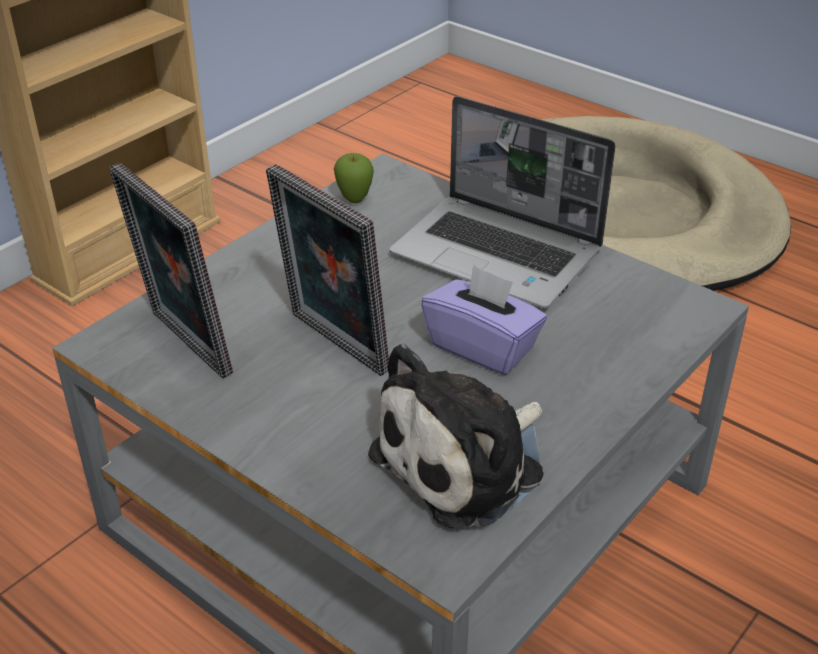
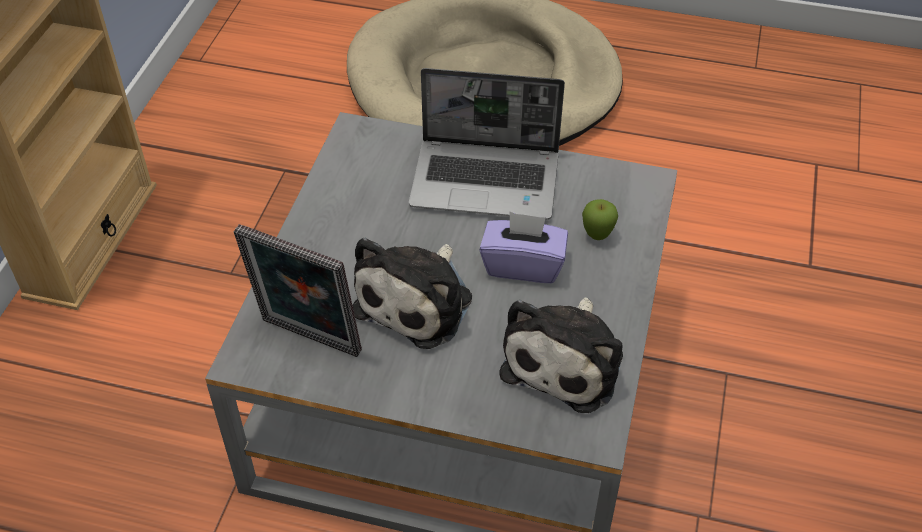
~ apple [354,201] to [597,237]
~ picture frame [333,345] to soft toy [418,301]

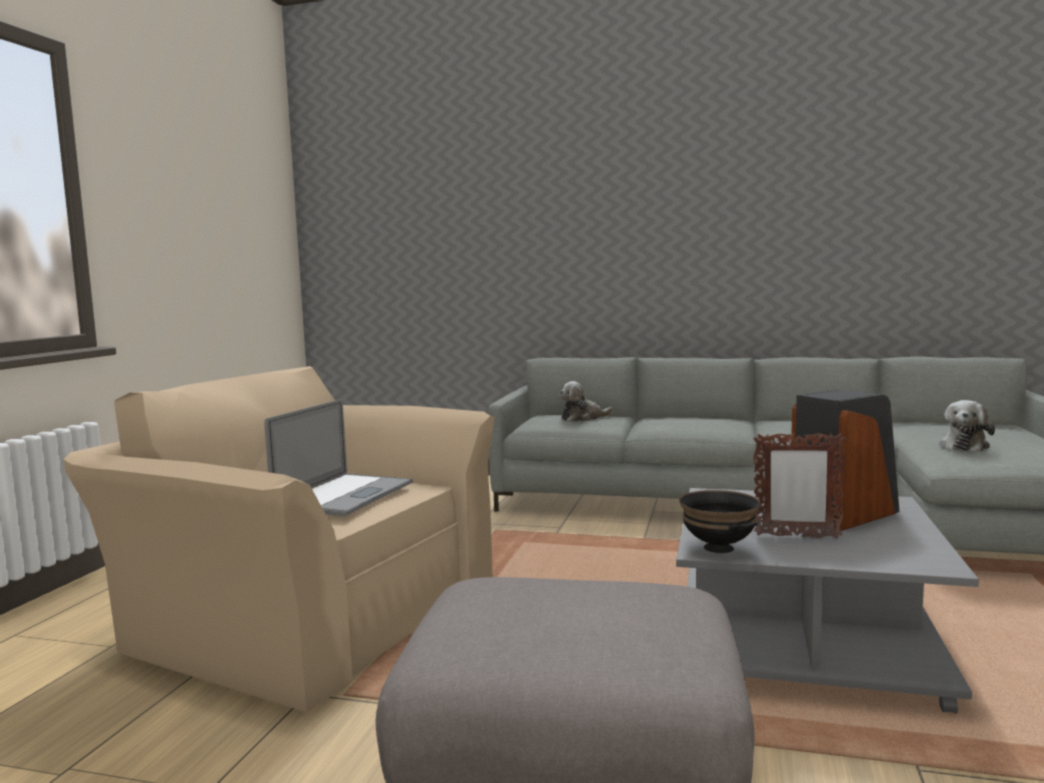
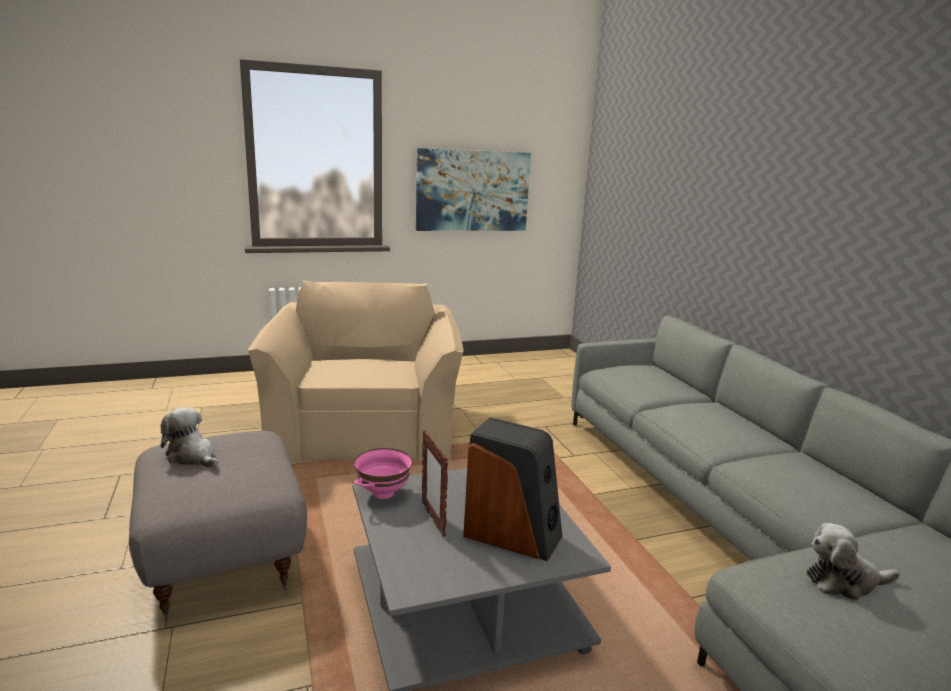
- laptop [345,495]
+ wall art [473,191]
~ soft toy [583,418] to [192,456]
~ black deep dish [717,548] to pinkish deep dish [383,493]

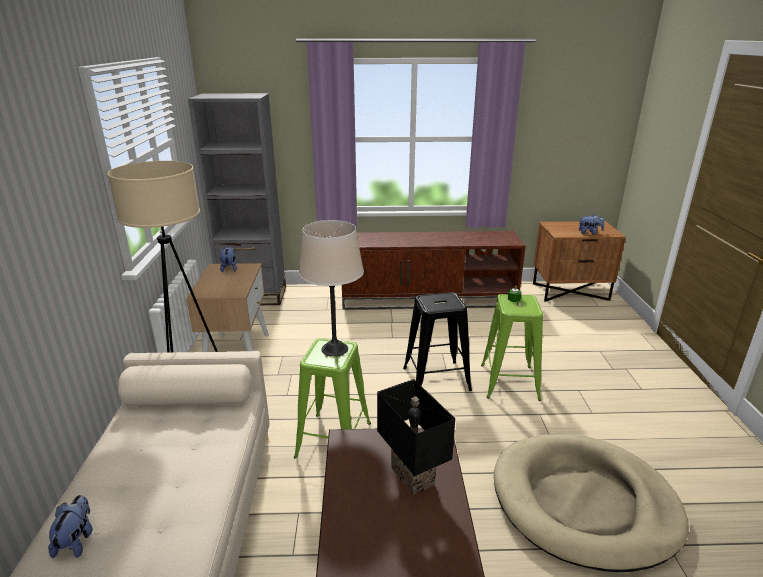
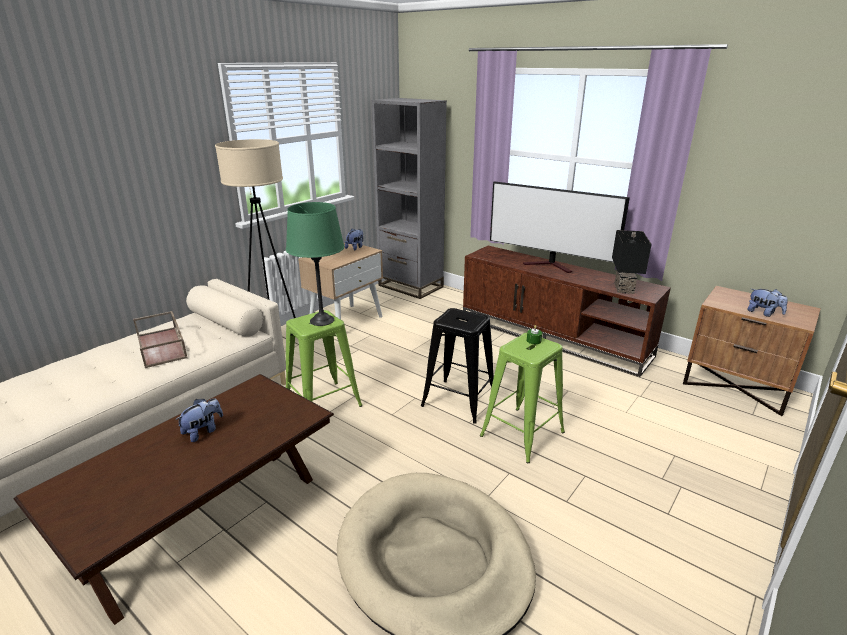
+ brown carrying tray [162,347]
+ TV [551,266]
~ soft toy [77,540] to [203,431]
~ black table lamp [414,475] to [625,288]
~ sand-coloured table lamp [334,349] to green table lamp [322,320]

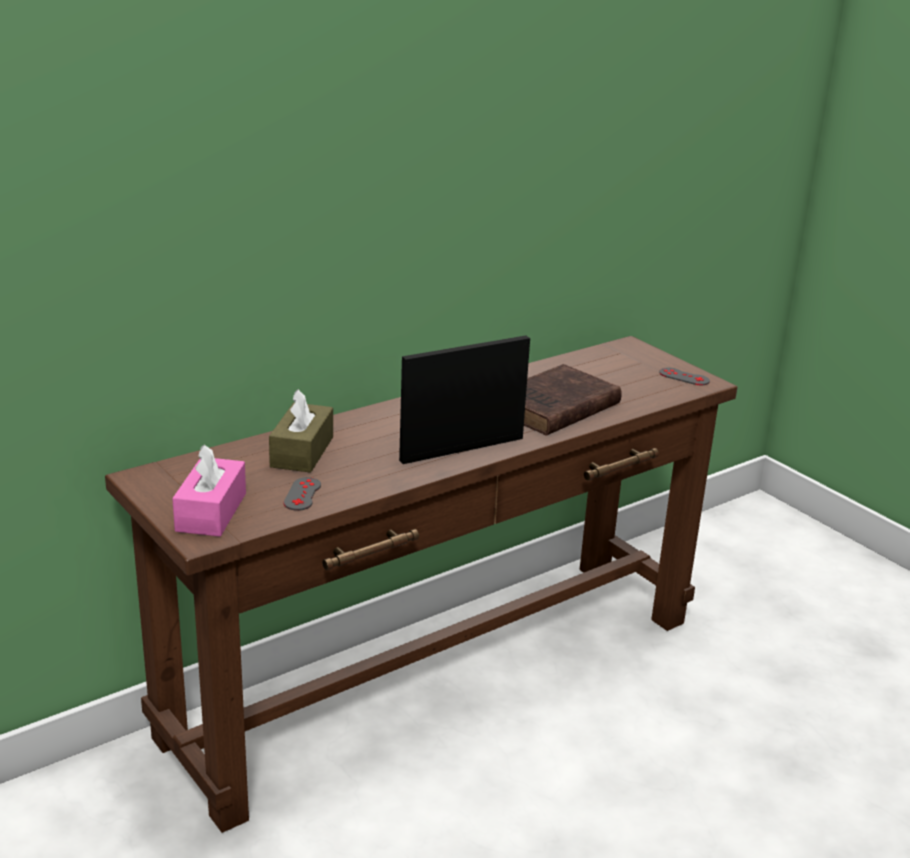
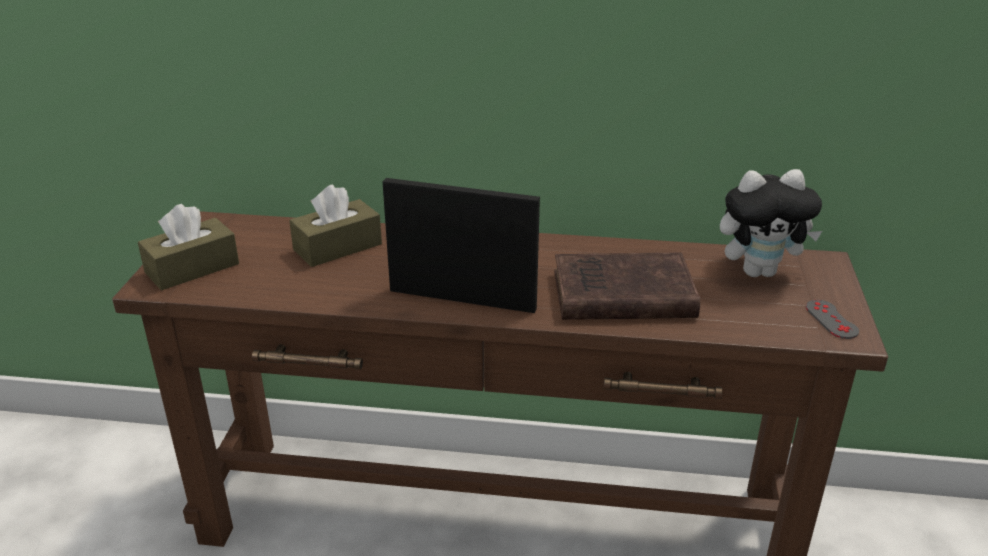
- gray gamepad [302,494]
+ soft toy [759,271]
~ pinkish box of tissues [211,512] to brown box of tissues [192,268]

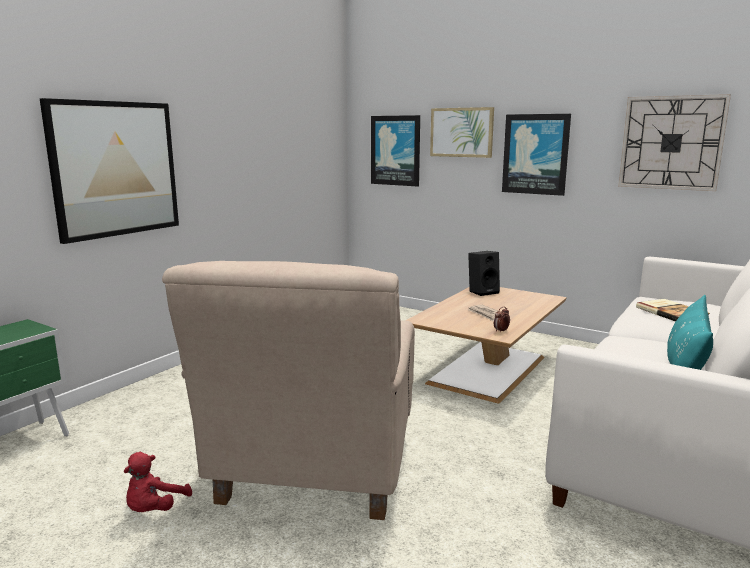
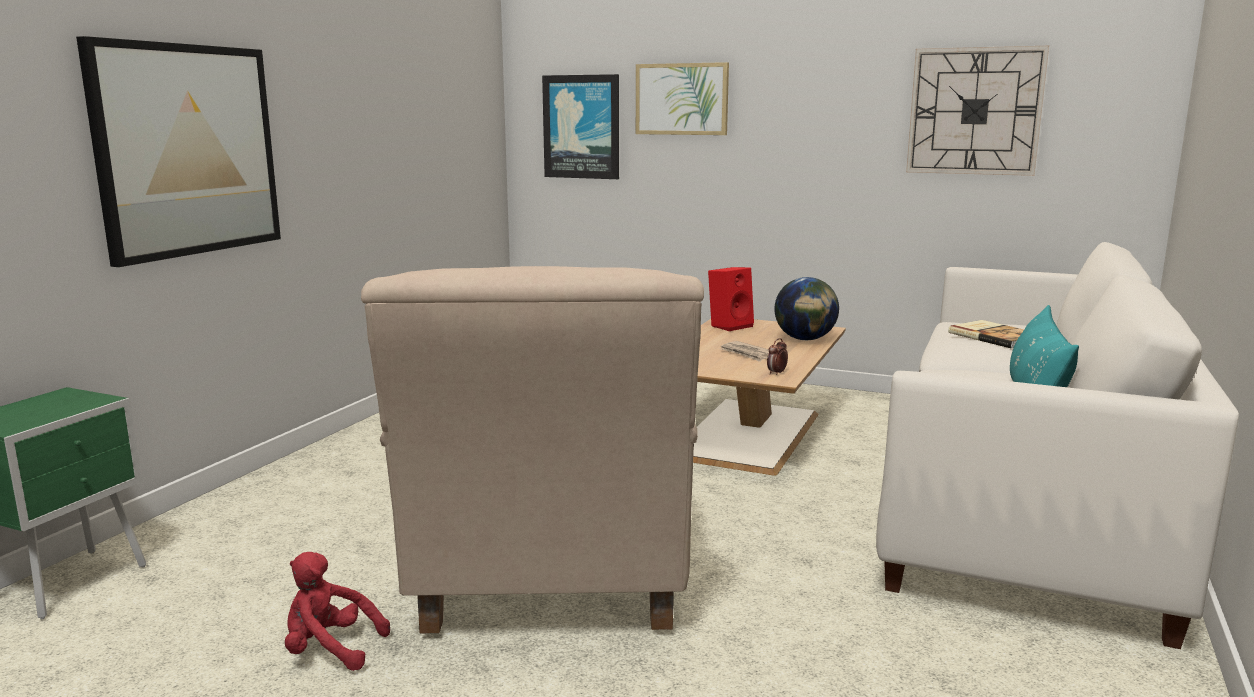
- wall art [535,154]
+ globe [805,339]
~ black speaker [483,292] to red speaker [730,326]
~ red soft toy [155,509] = [330,650] 90 degrees clockwise

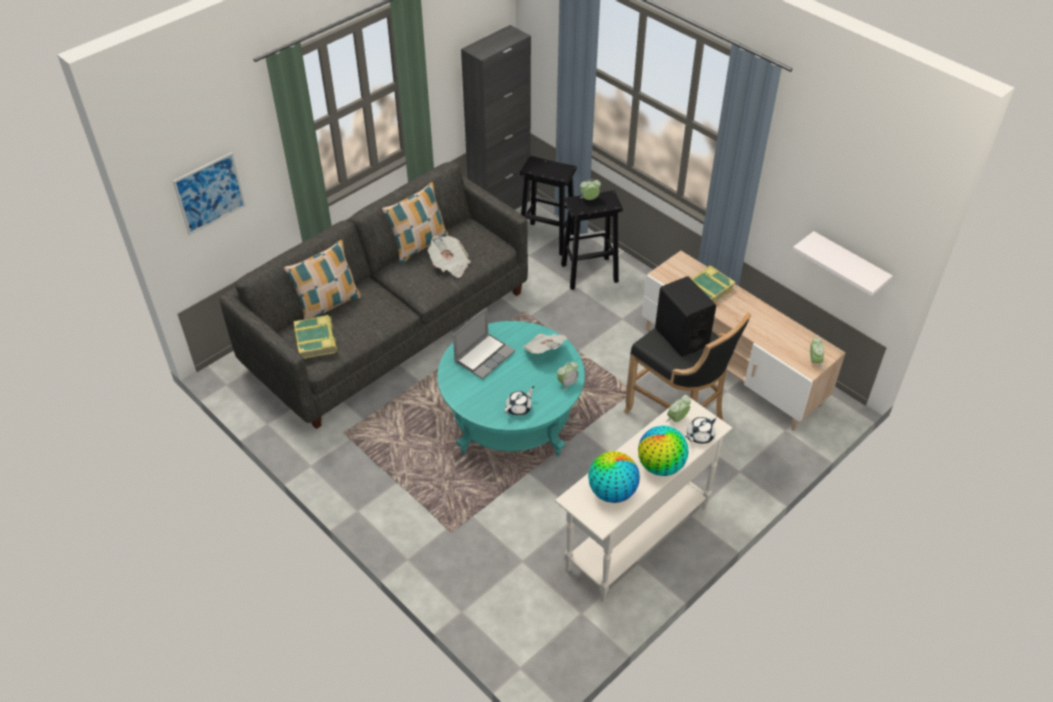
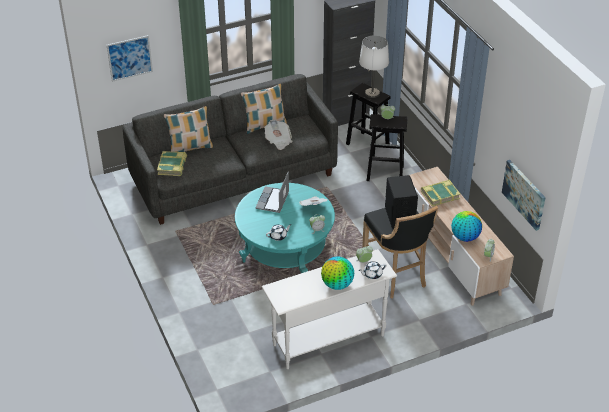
+ white-coloured table lamp [372,93]
~ globe [612,492] to [465,237]
~ white-coloured bracket shelf [848,265] to wall art [524,194]
~ laptop [484,356] = [273,201] 135 degrees clockwise

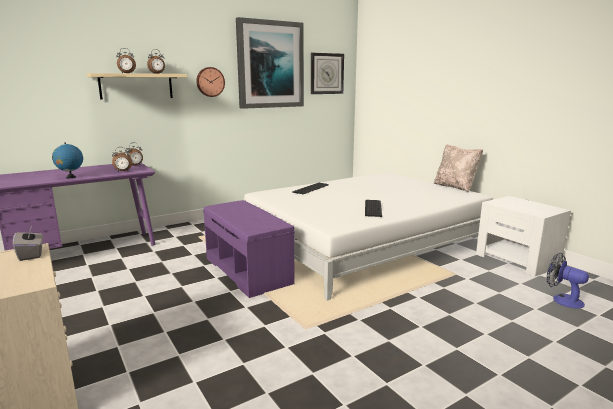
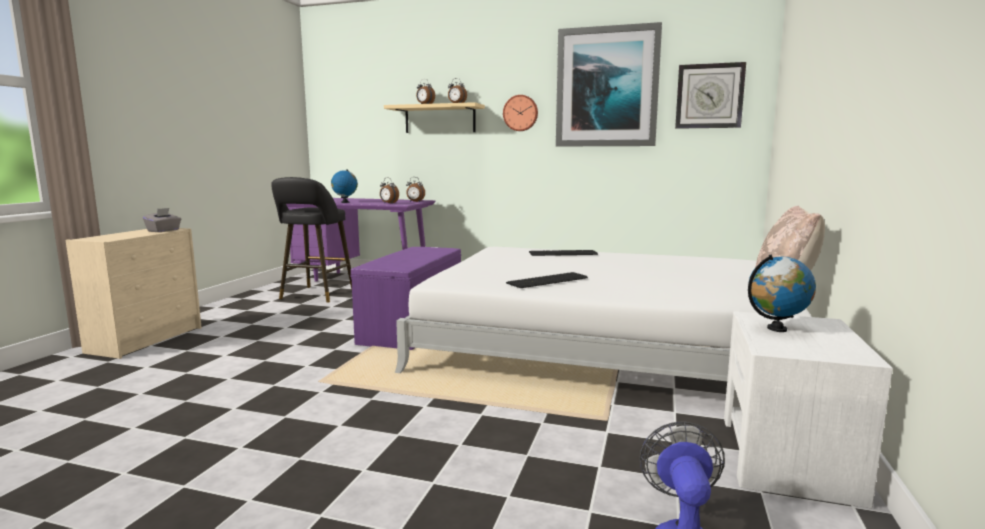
+ black stool [315,295]
+ globe [777,329]

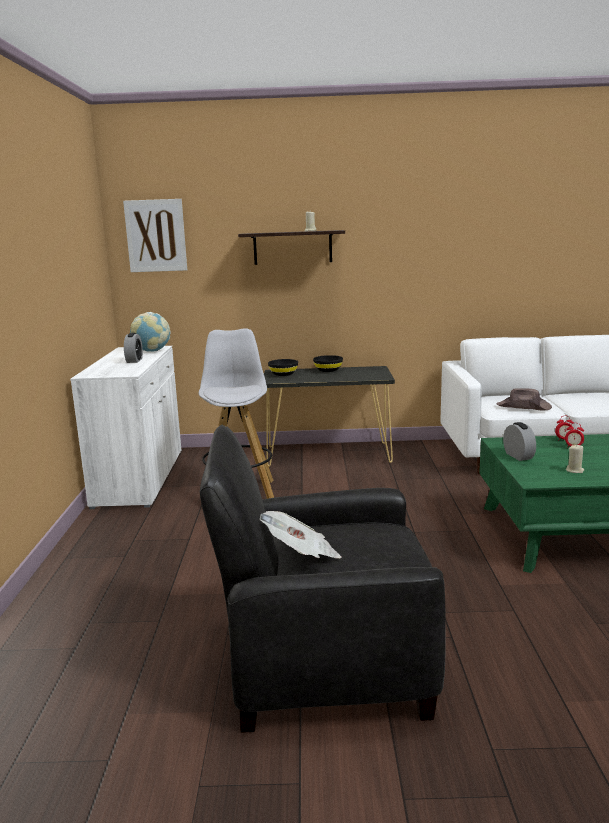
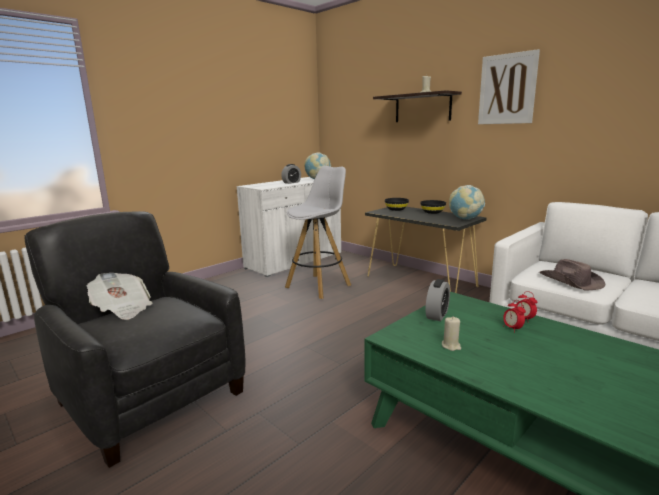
+ globe [465,219]
~ wall art [156,236] to [507,89]

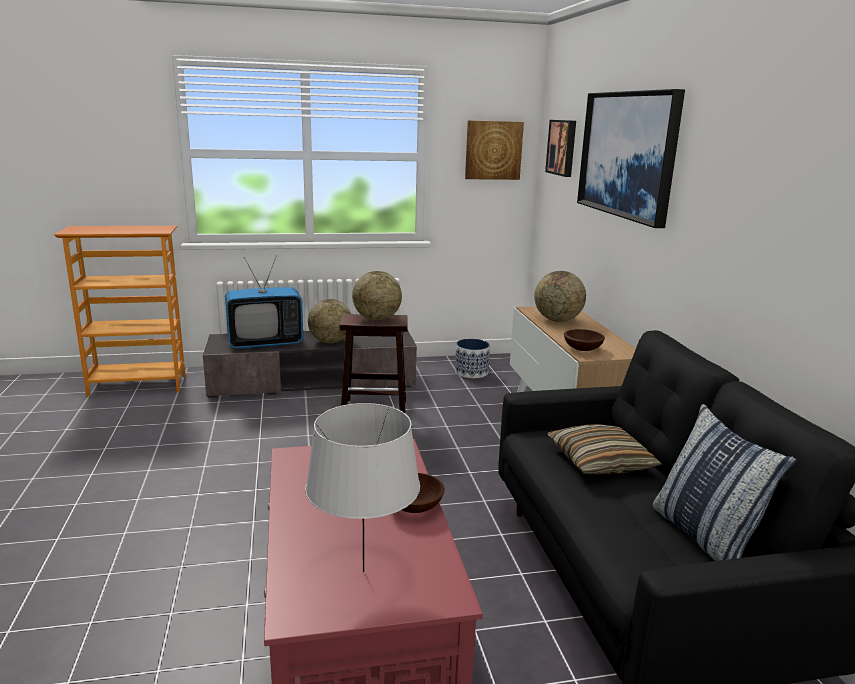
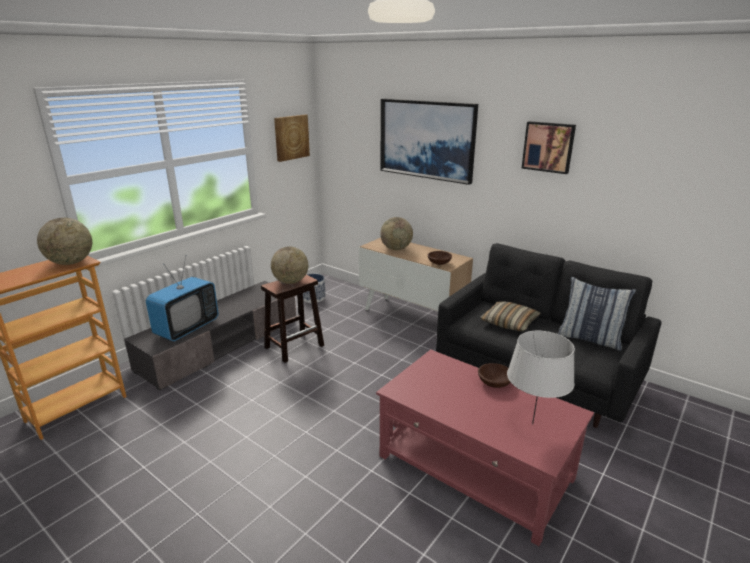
~ globe [330,342] to [71,263]
~ wall art [563,147] to [548,147]

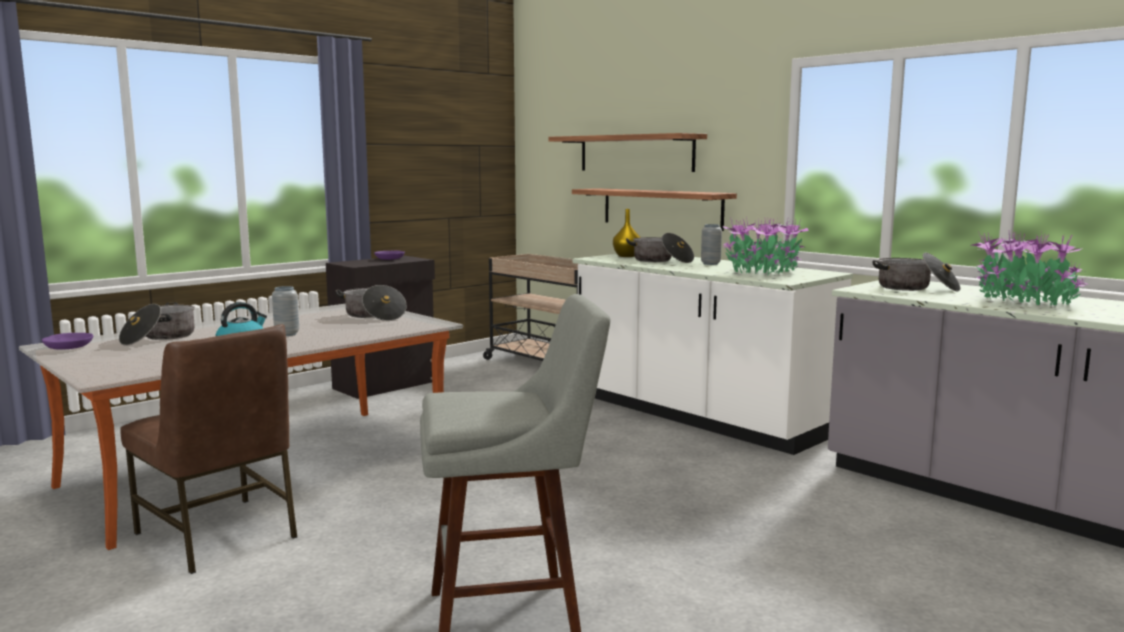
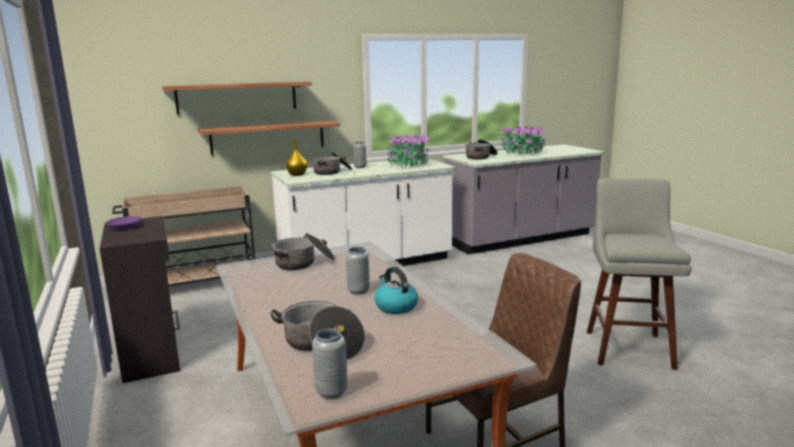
~ purple-coloured deep dish [68,347] to gray vase [331,392]

